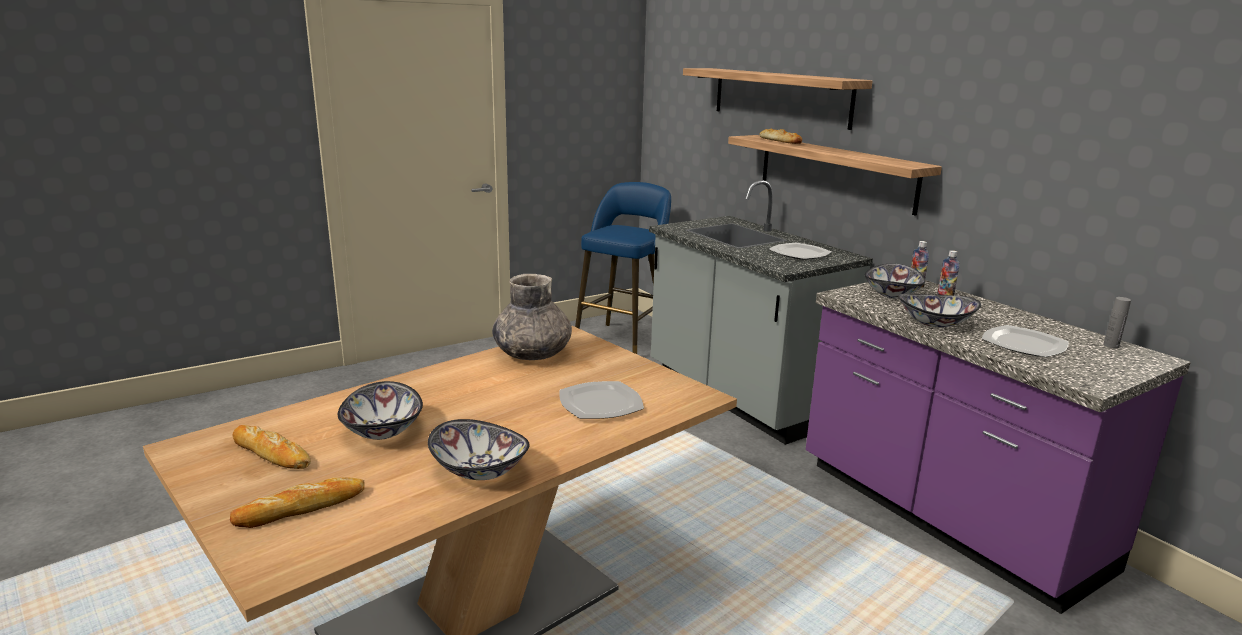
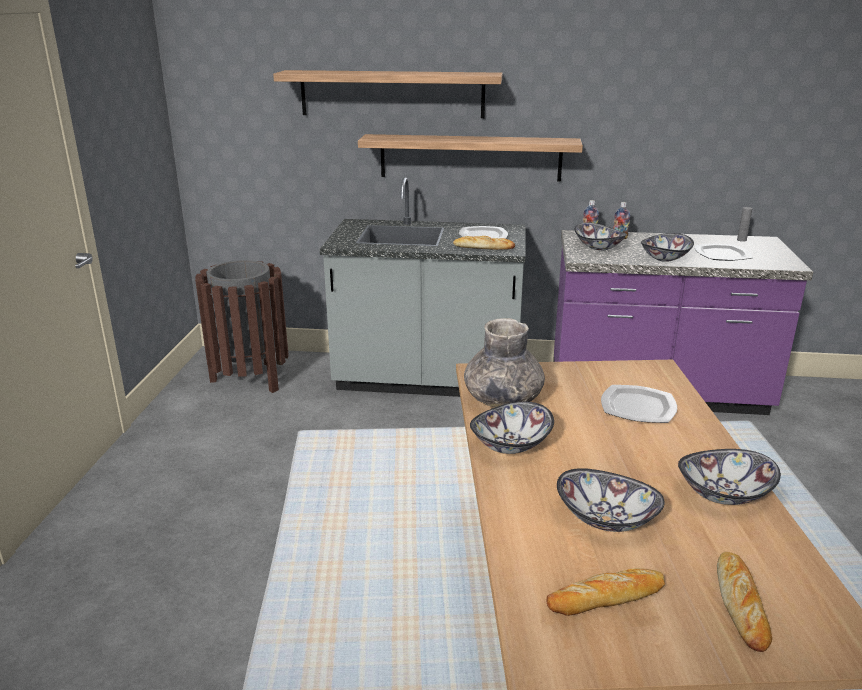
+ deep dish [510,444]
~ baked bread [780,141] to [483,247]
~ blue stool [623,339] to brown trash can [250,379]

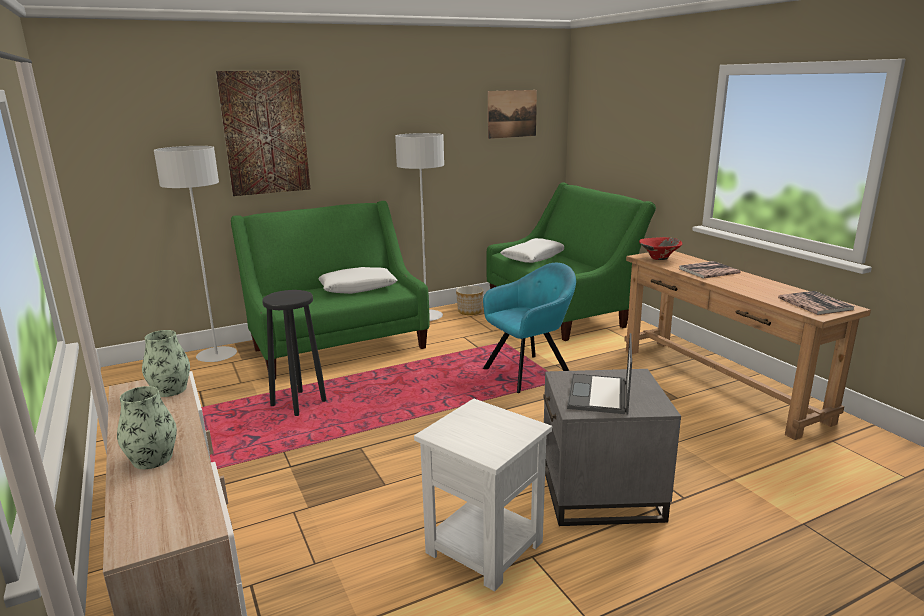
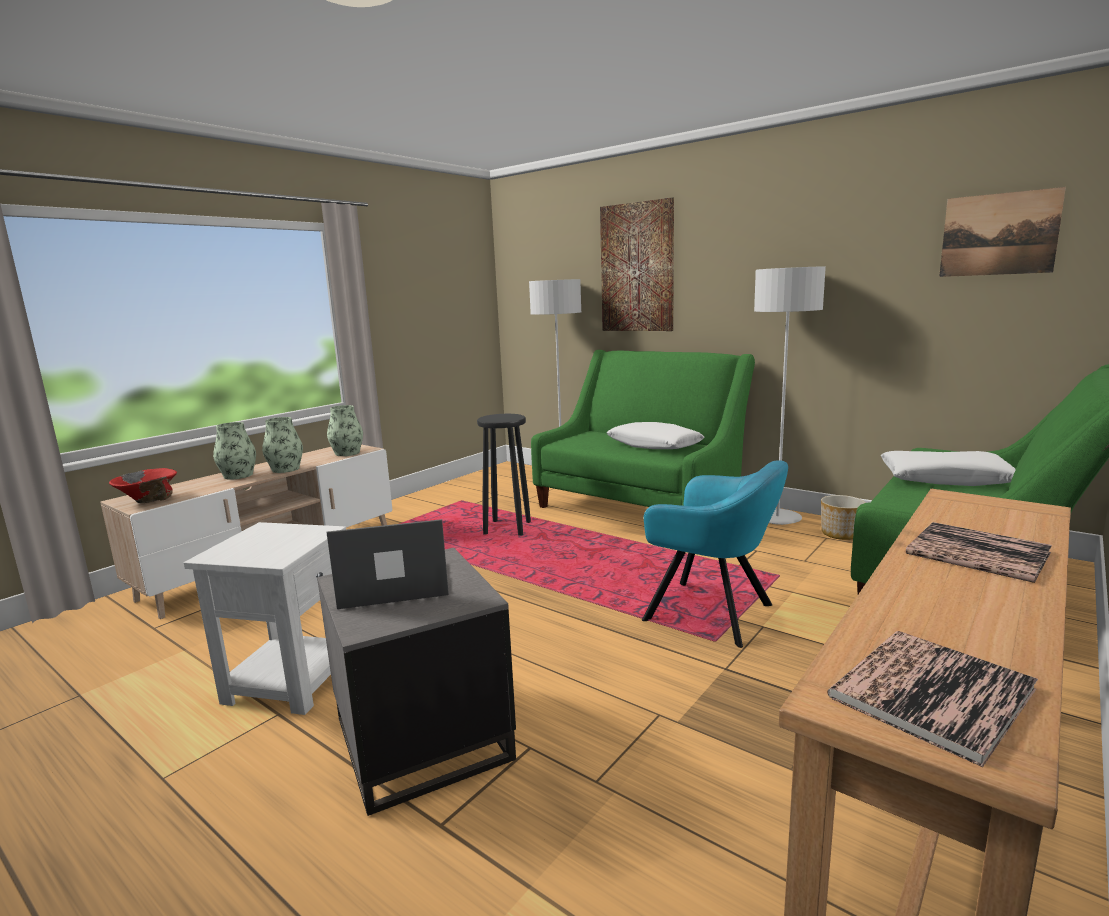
+ vase [286,469]
~ red deep dish [658,258] to [149,500]

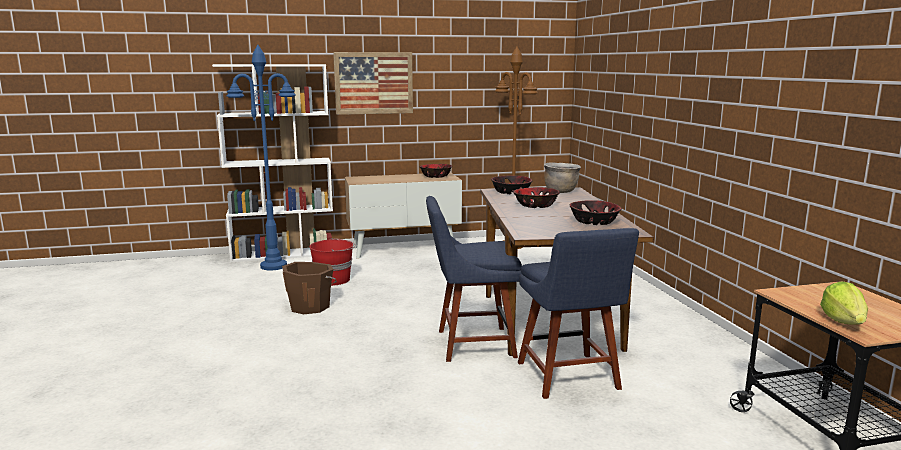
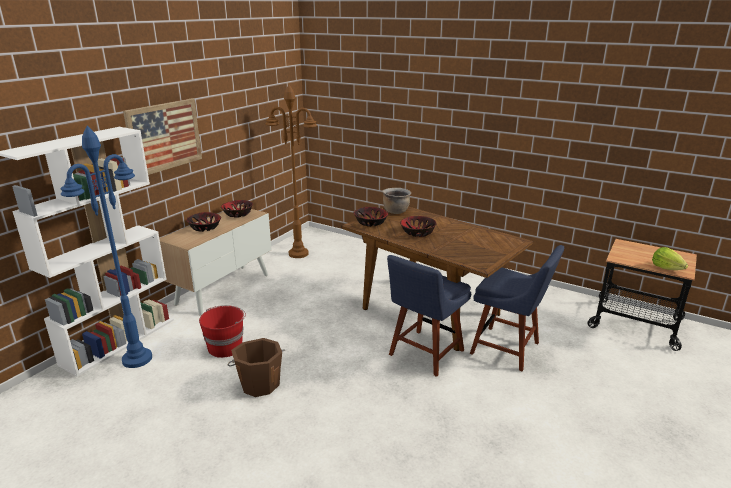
~ deep dish [594,222] to [205,228]

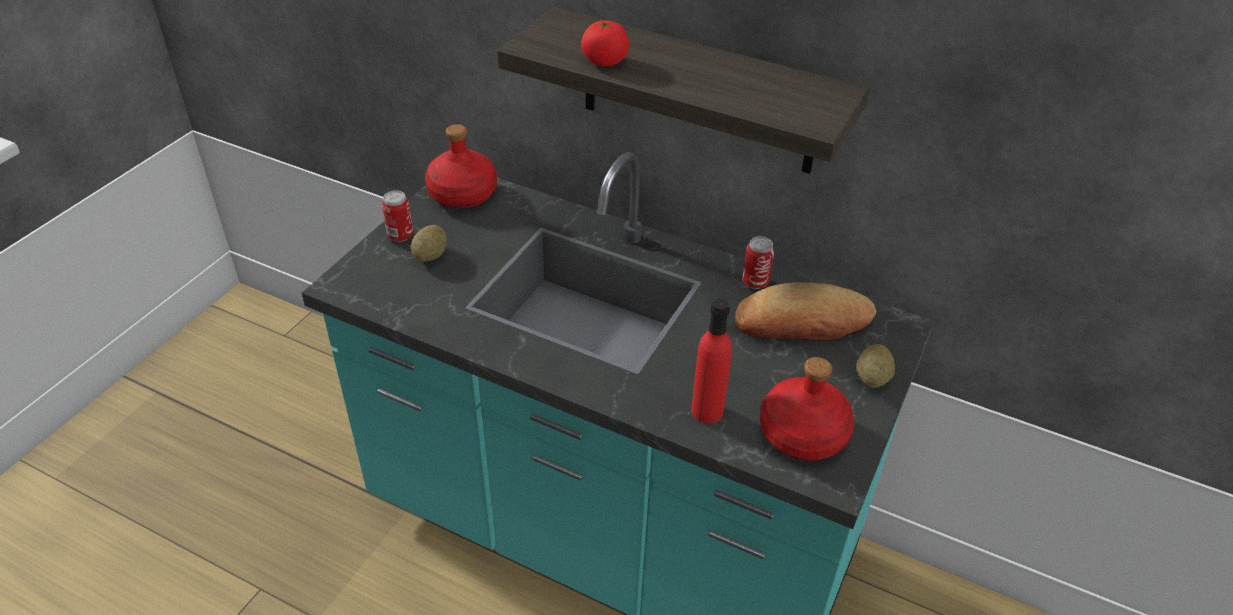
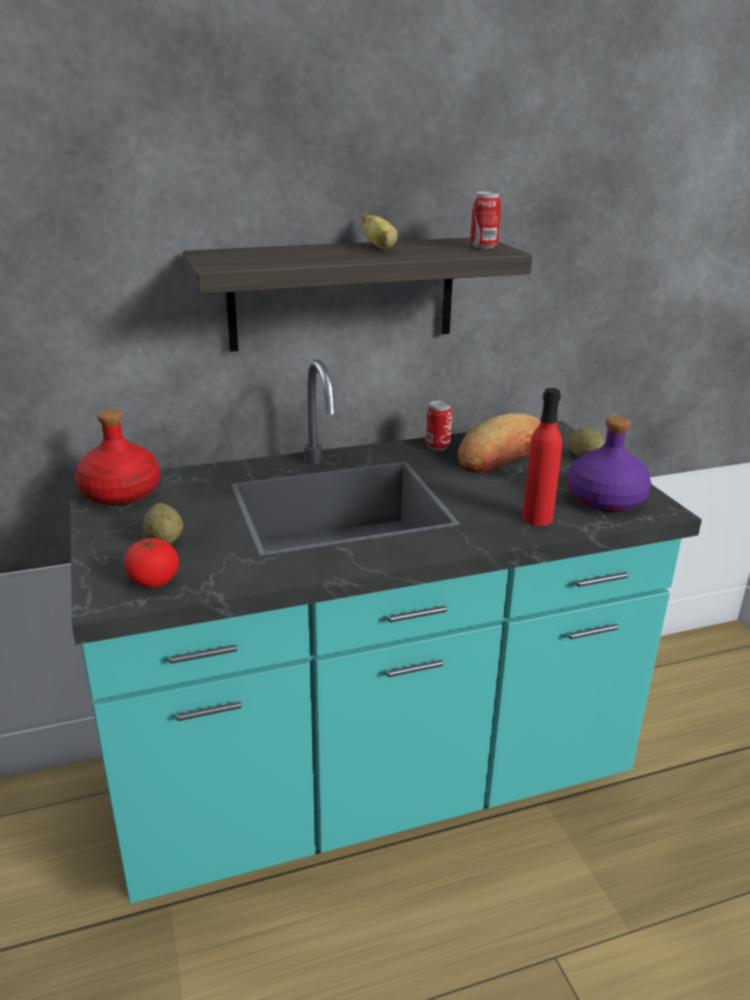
+ banana [380,248]
~ can [400,235] to [483,247]
~ tomato [605,61] to [153,580]
~ red drink bottle [802,433] to purple-coloured drink bottle [604,500]

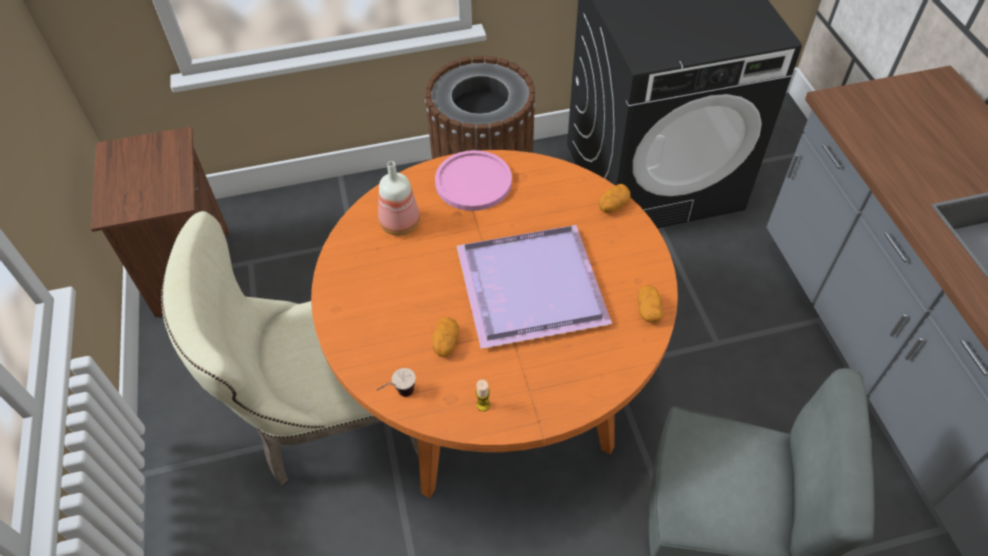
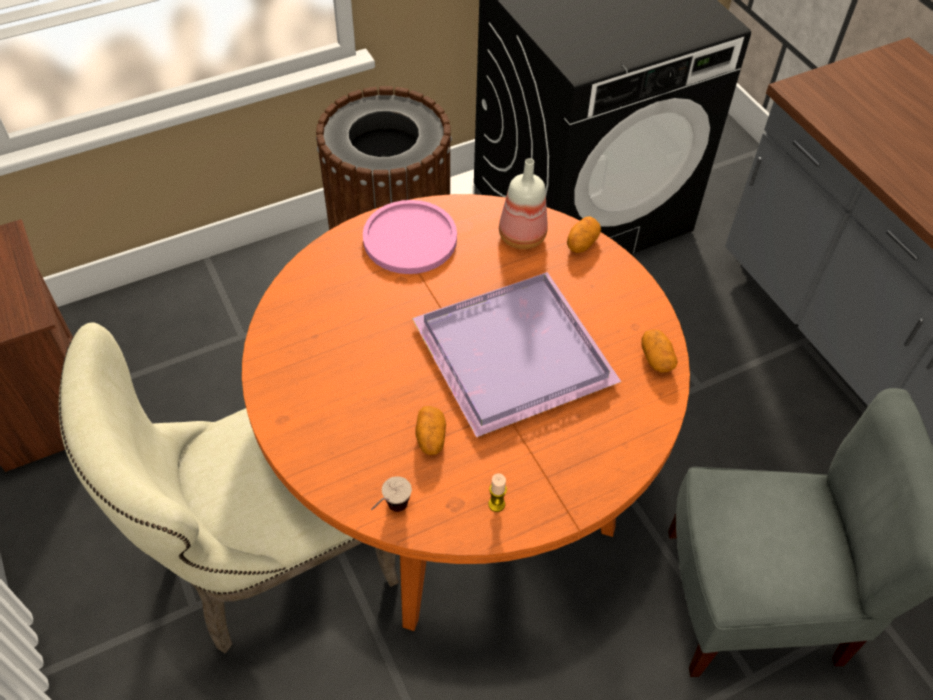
~ drink bottle [399,224] to [521,237]

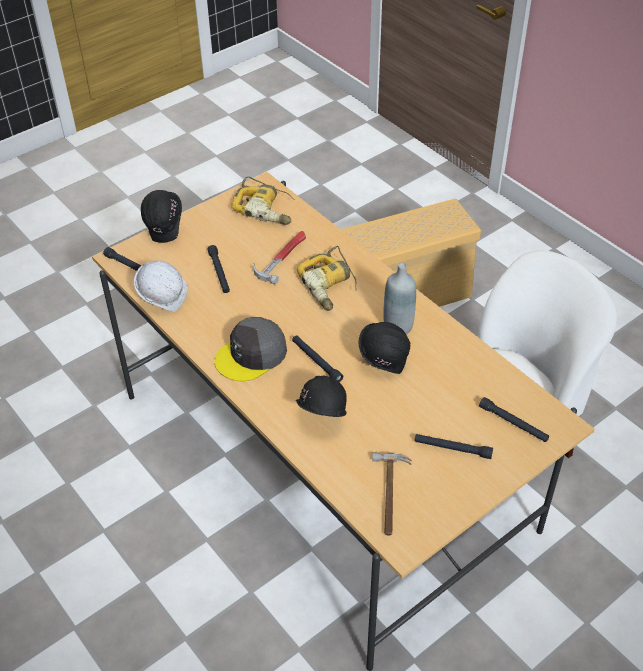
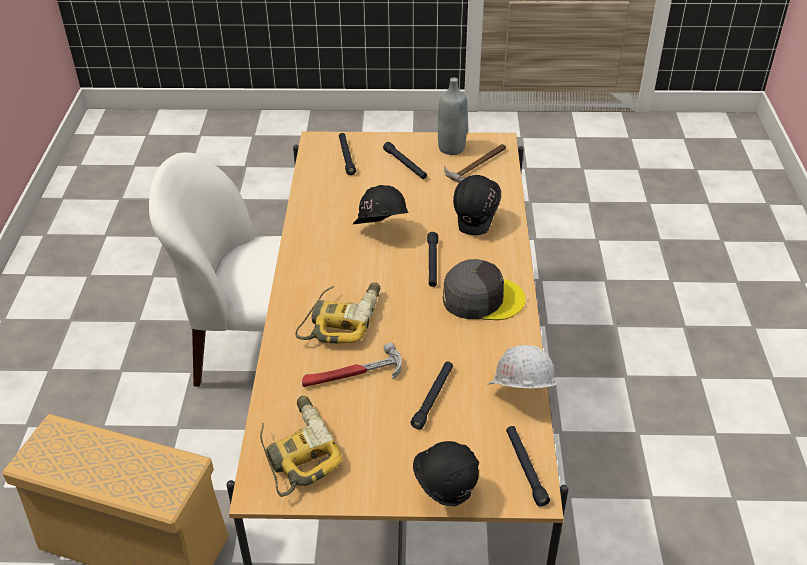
~ gray drink bottle [398,326] to [451,148]

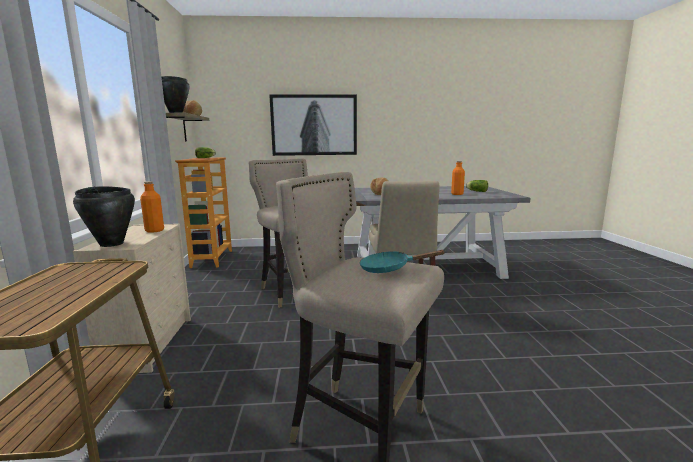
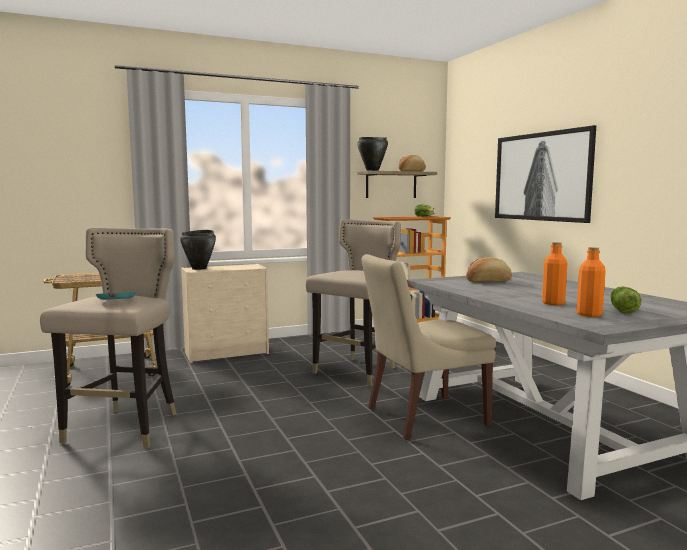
~ orange drink bottle [154,230] to [589,314]

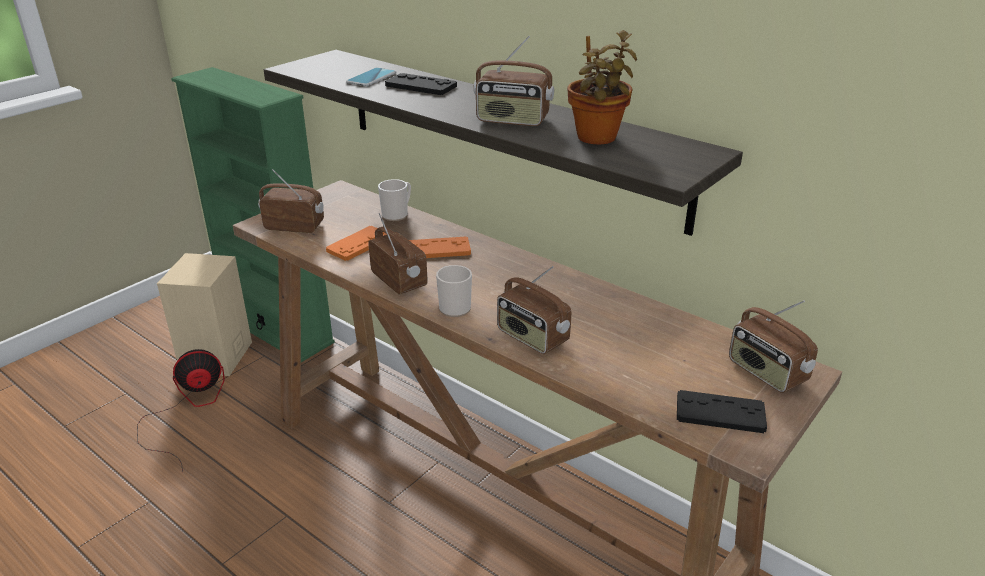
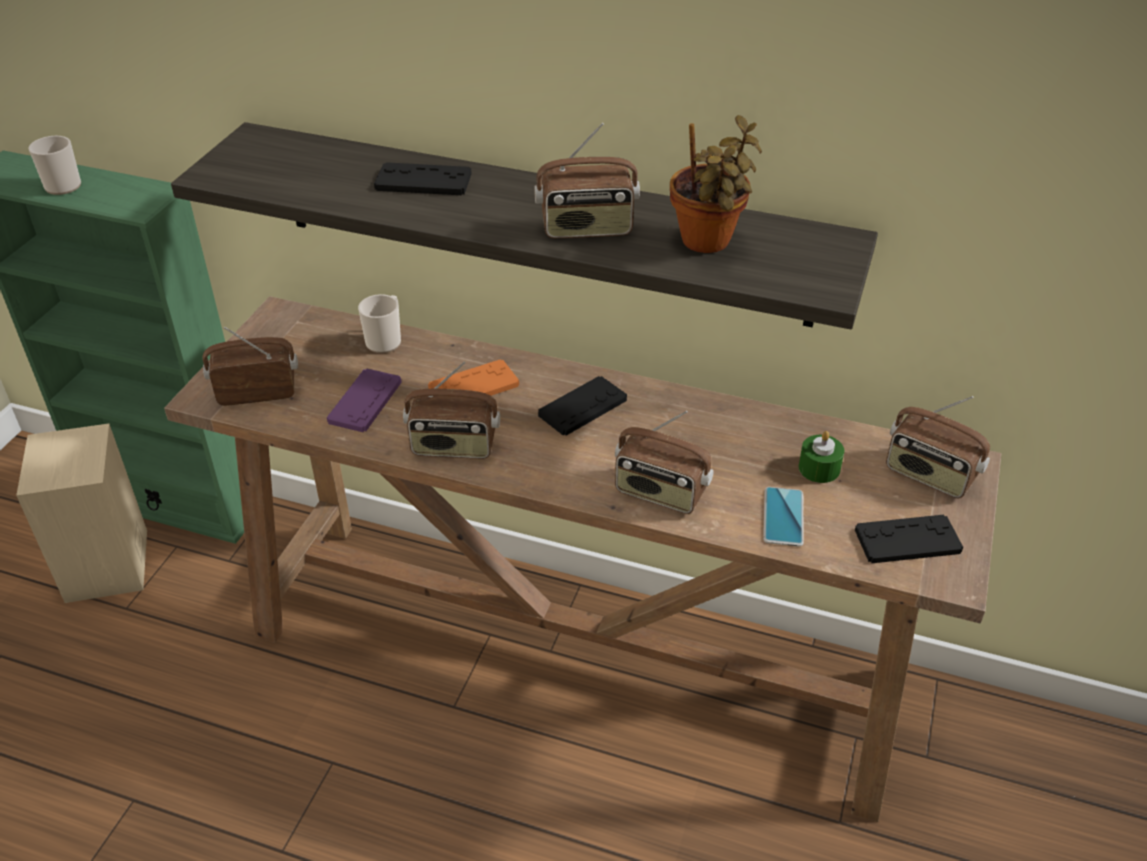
- cooling fan [188,410]
+ black gamepad [582,407]
+ green candle [819,468]
~ phone [371,78] to [783,517]
~ mug [453,306] to [60,184]
~ orange gamepad [359,244] to purple-coloured gamepad [365,401]
~ radio [400,280] = [453,447] 150 degrees clockwise

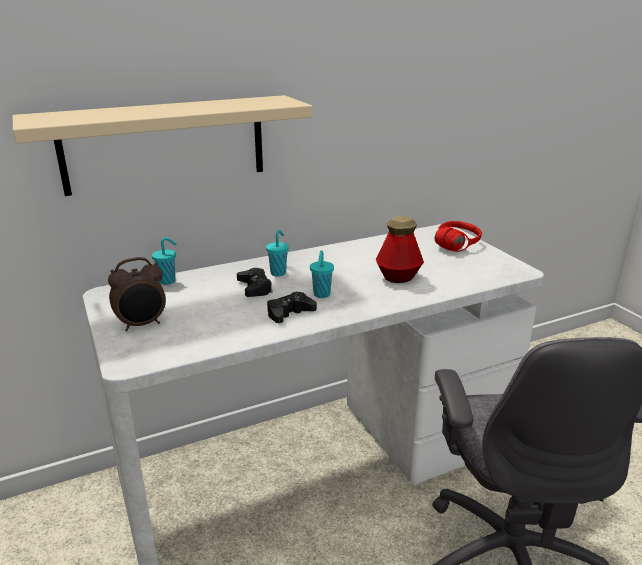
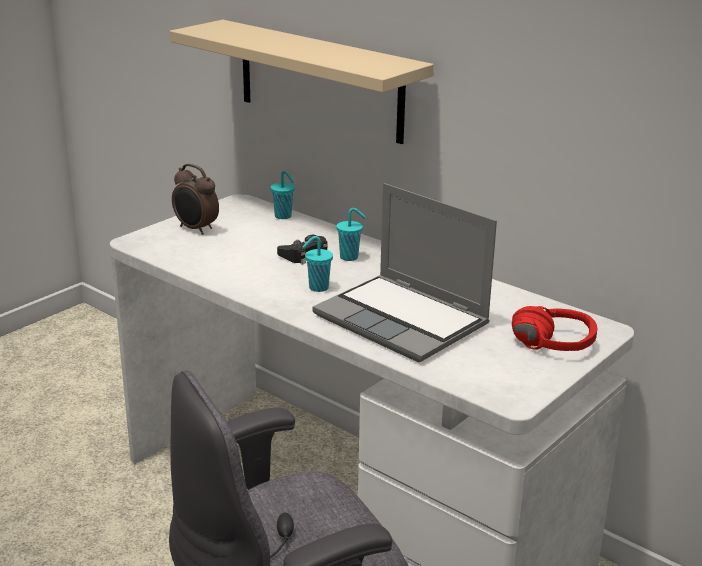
- black gamepad [289,313]
~ drink bottle [398,277] to laptop [404,320]

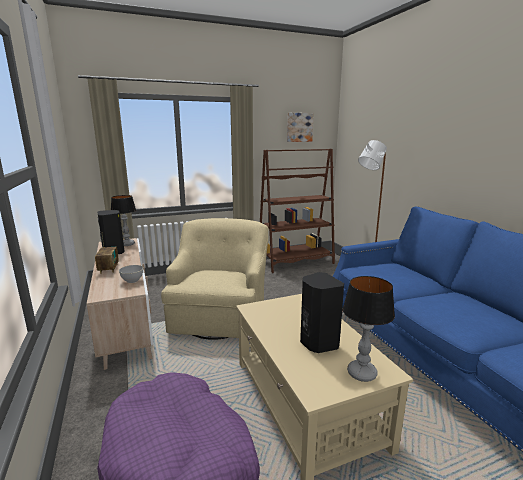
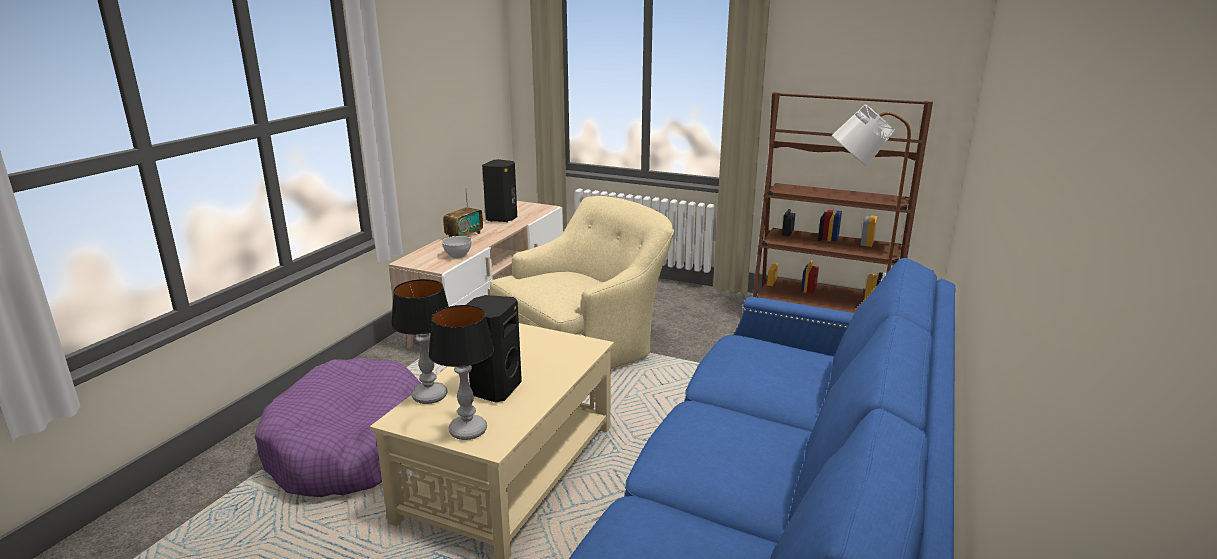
- wall art [299,127]
~ table lamp [127,244] to [430,396]

